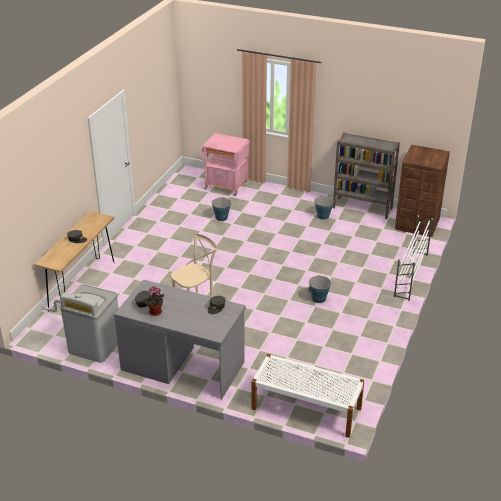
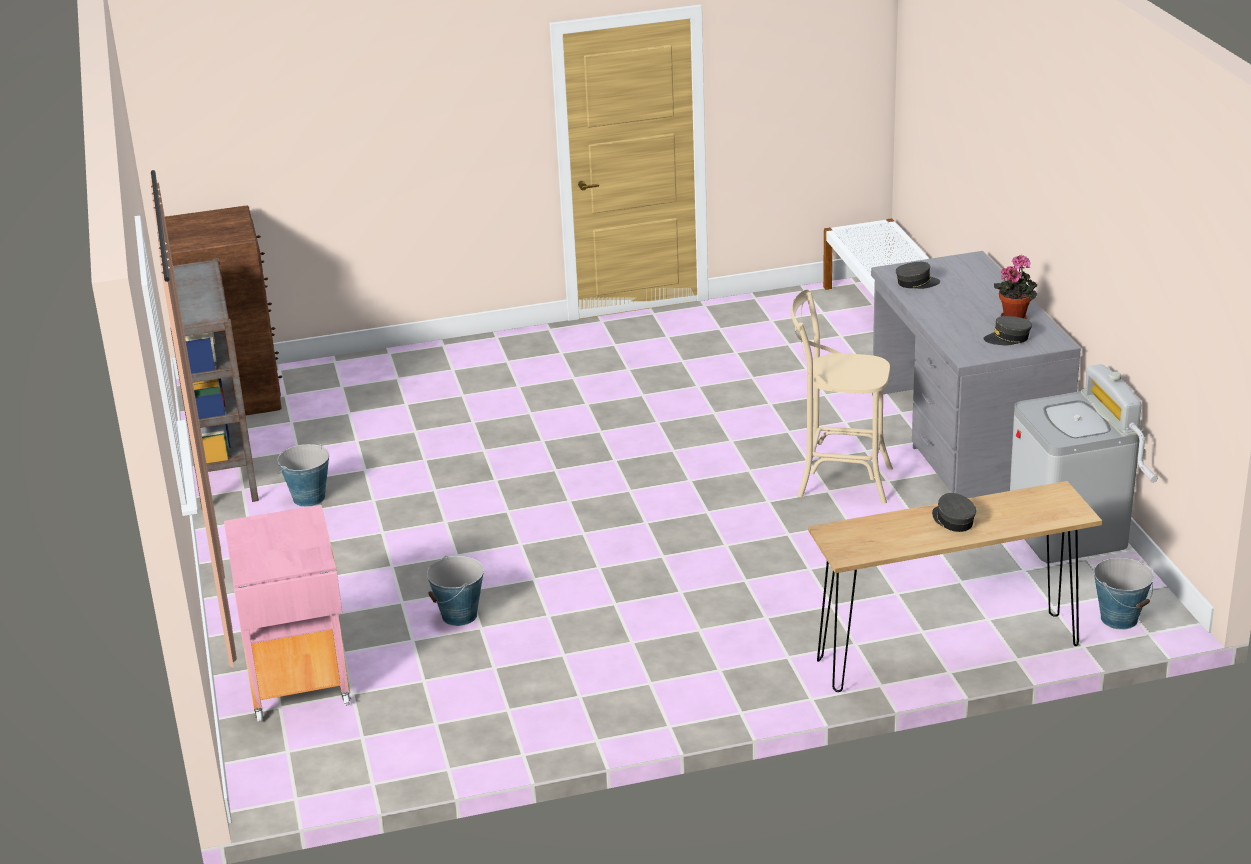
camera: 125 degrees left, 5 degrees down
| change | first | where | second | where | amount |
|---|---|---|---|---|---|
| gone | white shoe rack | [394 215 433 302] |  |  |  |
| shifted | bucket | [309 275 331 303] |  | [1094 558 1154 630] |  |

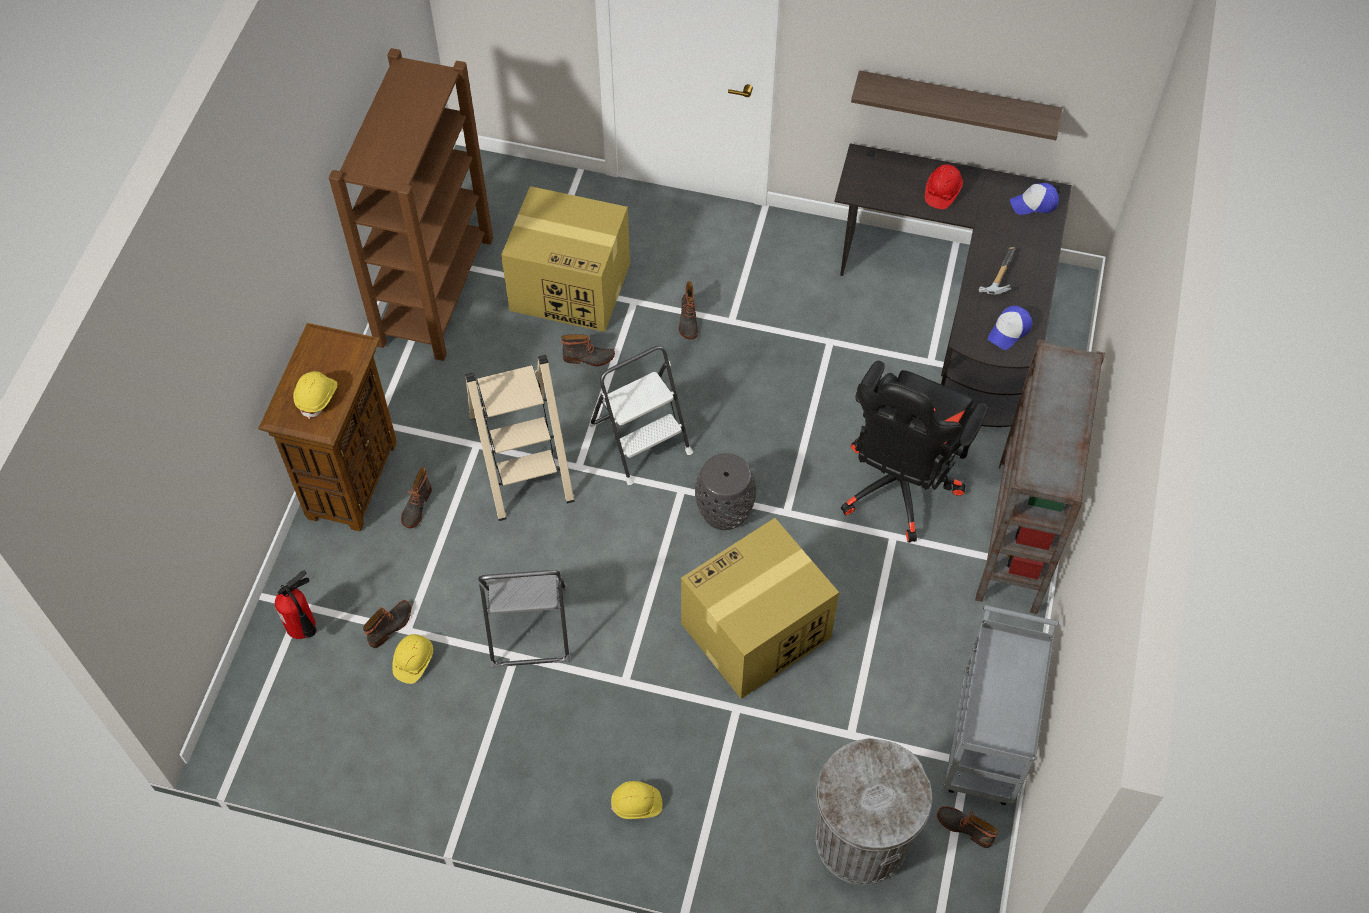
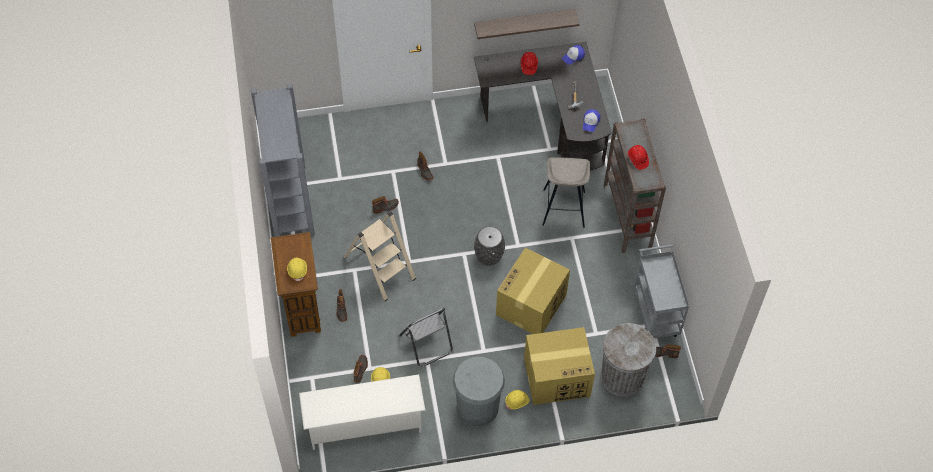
camera: 25 degrees left, 0 degrees up
| change | first | where | second | where | amount |
|---|---|---|---|---|---|
| gone | fire extinguisher | [275 570 317 639] |  |  |  |
| gone | white step ladder | [589 346 693 485] |  |  |  |
| new |  |  | white shoe rack | [299 374 425 450] |  |
| new |  |  | greyish waste bin | [453 357 505 426] |  |
| new |  |  | red hard hat | [628 145 649 170] |  |
| shifted | cardboard box | [501 186 630 332] |  | [524 327 595 405] |  |
| swapped | black office chair | [841 361 988 543] | greyish stool seat | [542 157 590 228] |  |
| repainted | brownish bookshelf | [329 48 493 361] | greyish bookshelf | [251 84 315 237] |  |

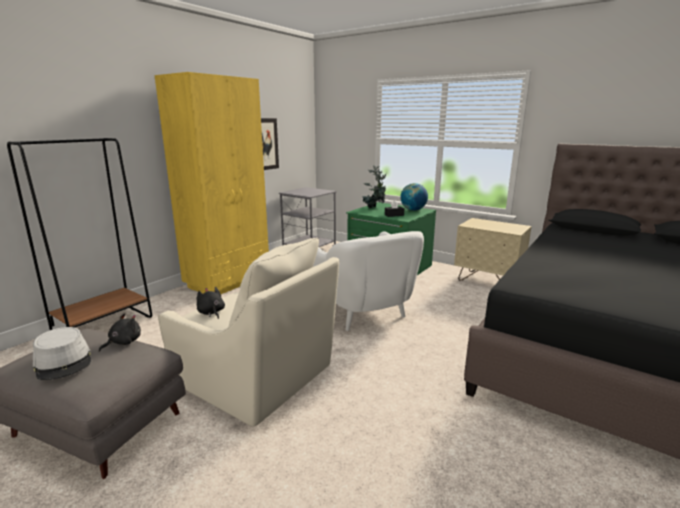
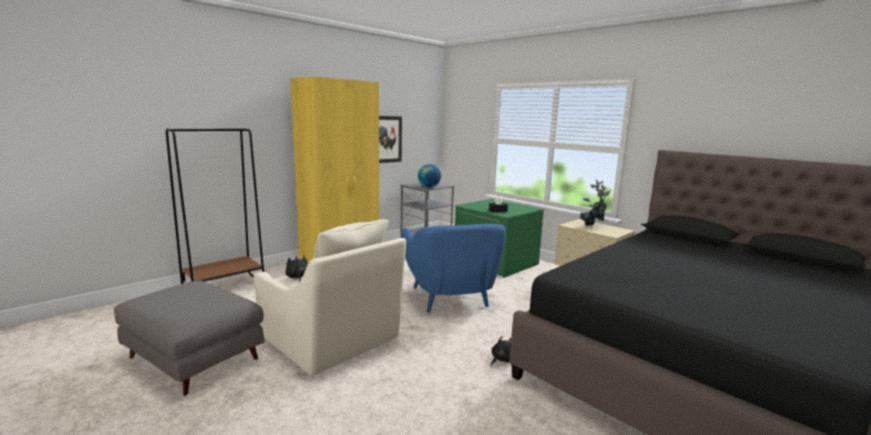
camera: 10 degrees right, 5 degrees down
| change | first | where | second | where | amount |
|---|---|---|---|---|---|
| gone | greyish clothing hat | [33 327 91 380] |  |  |  |
| shifted | black cuddly toy | [99 313 141 352] |  | [491 336 511 365] |  |
| shifted | plant in a pot | [362 165 387 208] |  | [580 180 611 226] |  |
| shifted | desk globe | [400 183 428 211] |  | [418 164 441 187] |  |
| repainted | white lounge chair | [313 231 424 331] | bluish lounge chair | [401 224 506 313] |  |

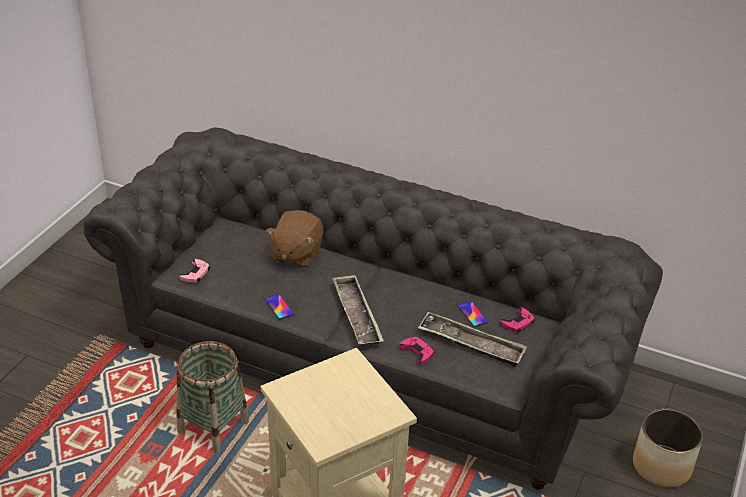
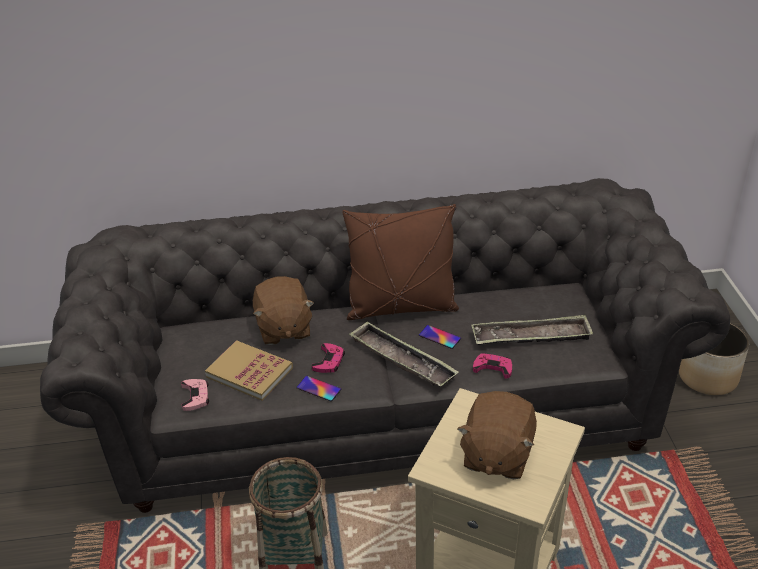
camera: 30 degrees left, 0 degrees up
| change | first | where | second | where | amount |
|---|---|---|---|---|---|
| new |  |  | book | [205 340 293 401] |  |
| new |  |  | brownish pillow | [342 204 459 320] |  |
| new |  |  | brownish cuddly toy | [457 391 537 479] |  |
| shifted | telephone | [457 301 488 327] |  | [419 325 461 349] |  |
| shifted | pinkish joypad | [500 307 535 333] |  | [312 343 345 373] |  |

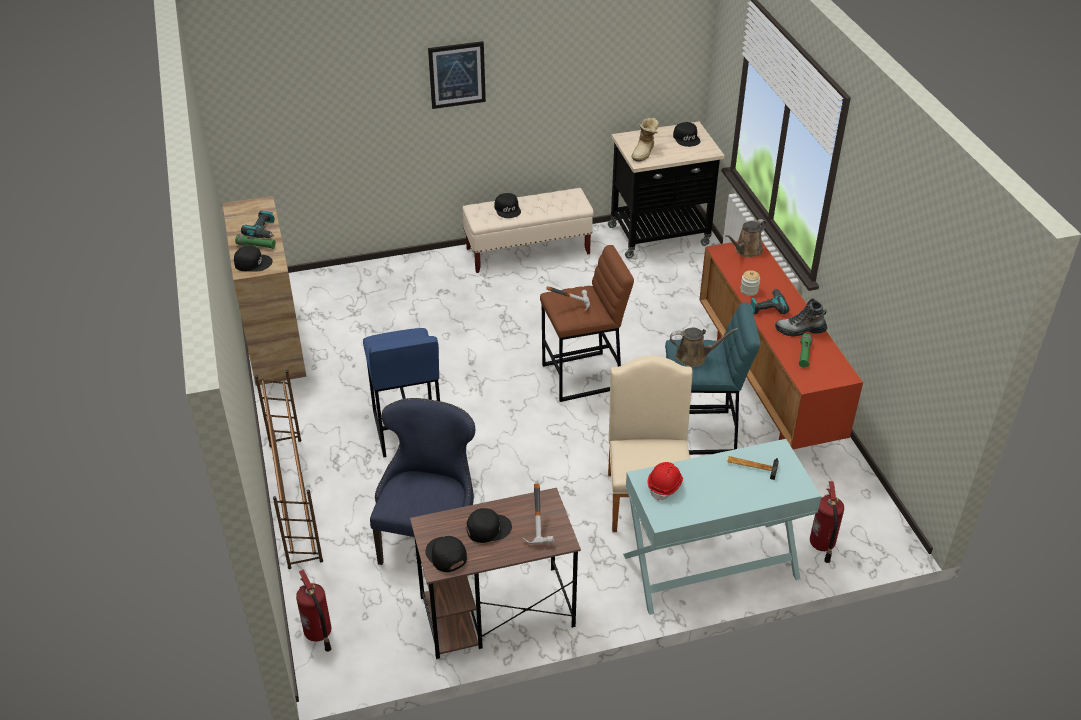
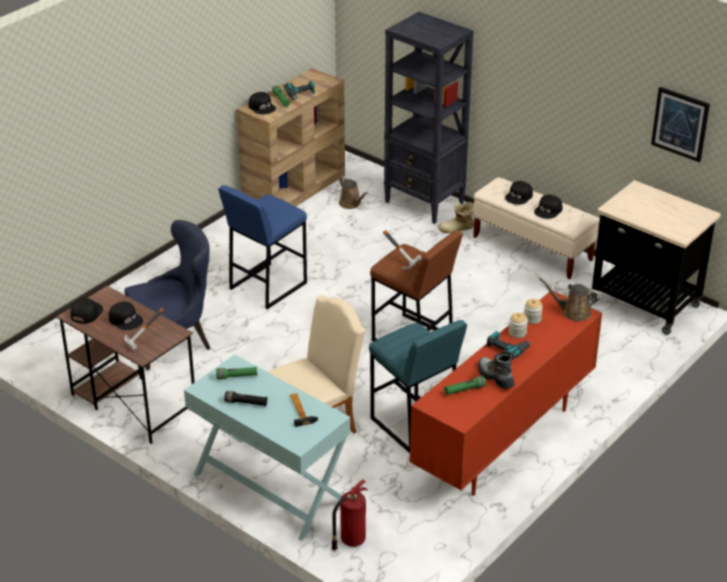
camera: 55 degrees right, 5 degrees down
| change | first | where | second | where | amount |
|---|---|---|---|---|---|
| gone | brownish shoe rack | [255 370 323 569] |  |  |  |
| gone | fire extinguisher | [296 569 332 652] |  |  |  |
| new |  |  | black torch | [224 391 268 406] |  |
| new |  |  | black bookshelf | [384 12 474 224] |  |
| new |  |  | preserve jar | [524 299 543 324] |  |
| shifted | wall picture | [428 41 486 109] |  | [651 87 710 162] |  |
| shifted | tall boot | [632 118 659 162] |  | [438 202 474 233] |  |
| shifted | brownish sprinkling can | [670 328 738 367] |  | [339 177 368 209] |  |
| shifted | black cap | [673 122 700 147] |  | [534 195 563 219] |  |
| swapped | red hard hat | [648 462 683 501] | greenish torch | [216 366 257 380] |  |

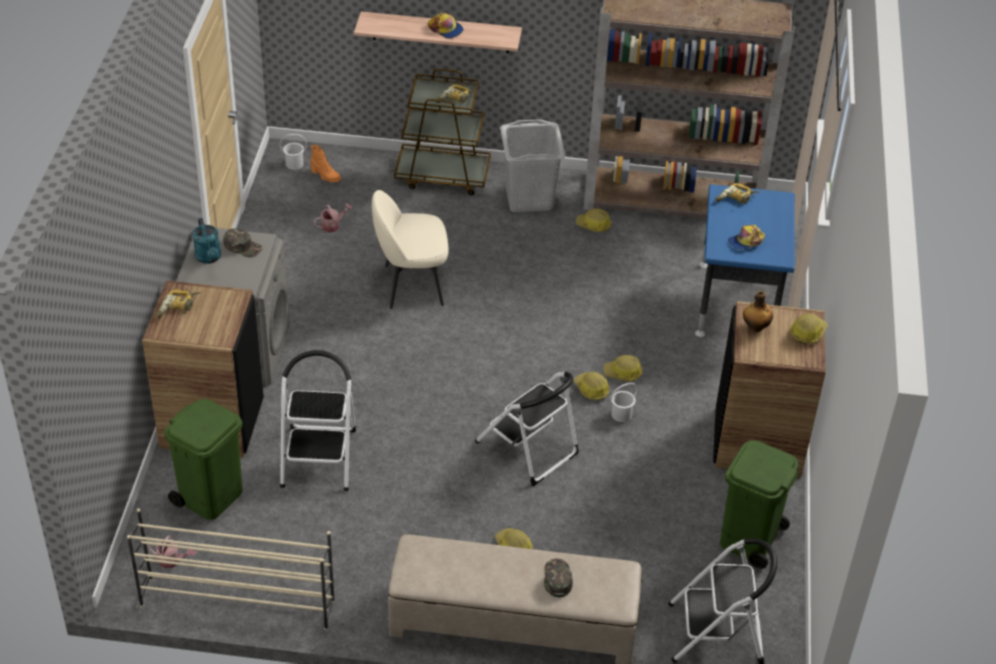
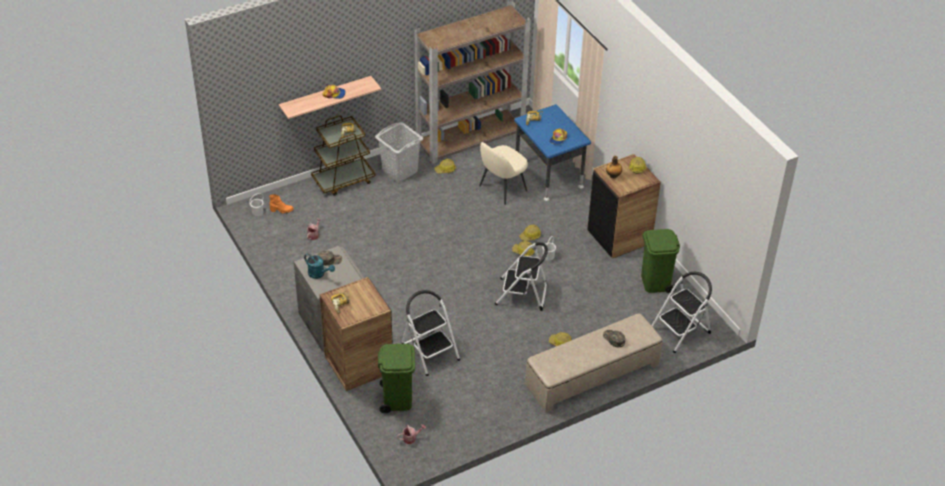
camera: 35 degrees left, 0 degrees up
| change | first | where | second | where | amount |
|---|---|---|---|---|---|
| gone | beige shoe rack | [127 508 335 630] |  |  |  |
| shifted | beige plain chair | [372 190 449 309] |  | [479 142 528 205] |  |

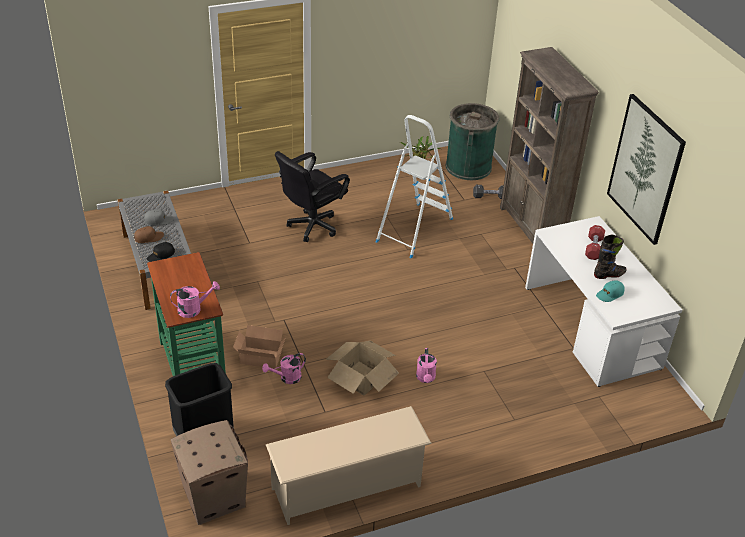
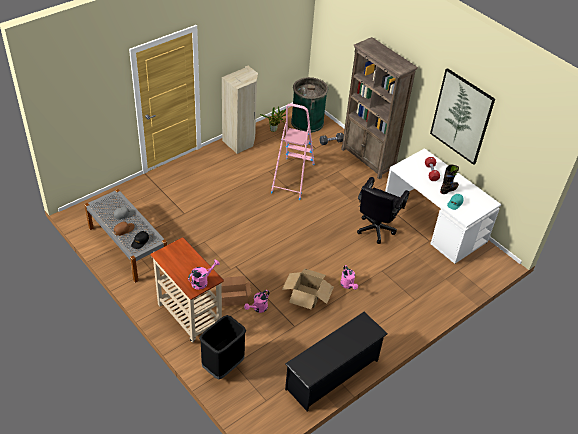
camera: 20 degrees left, 5 degrees up
| change | first | where | second | where | amount |
|---|---|---|---|---|---|
| gone | cardboard box | [170 420 248 525] |  |  |  |
| new |  |  | beige storage cabinet | [222 66 258 154] |  |
| shifted | black office chair | [275 151 350 242] |  | [357 177 409 244] |  |
| repainted | greenish cart | [147 252 226 376] | beige cart | [151 237 224 343] |  |
| repainted | beige shoe rack | [266 406 432 525] | black shoe rack | [285 312 388 411] |  |
| repainted | white step ladder | [376 115 453 258] | pinkish step ladder | [271 104 314 200] |  |

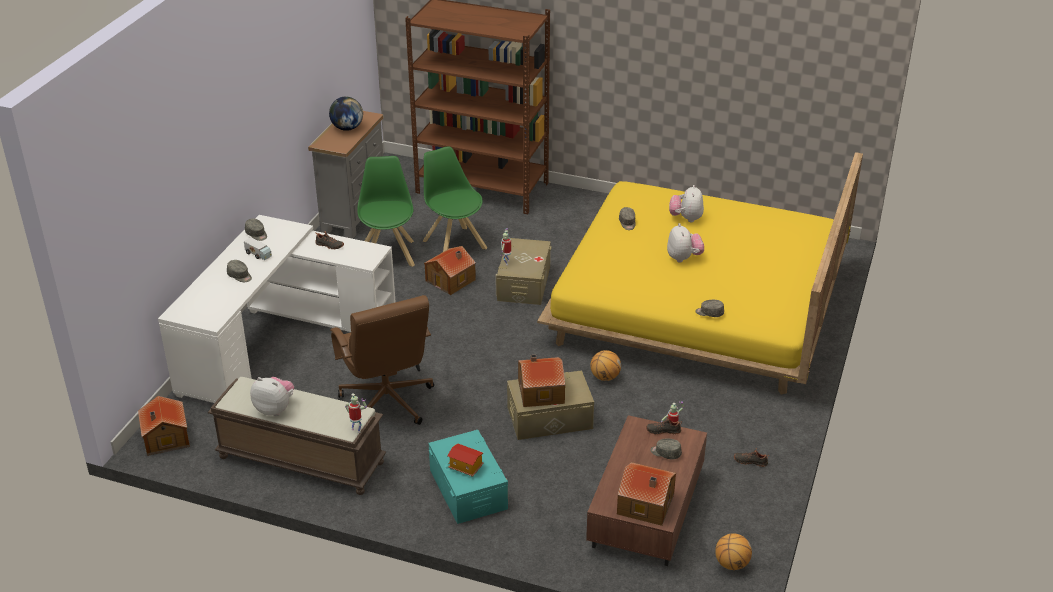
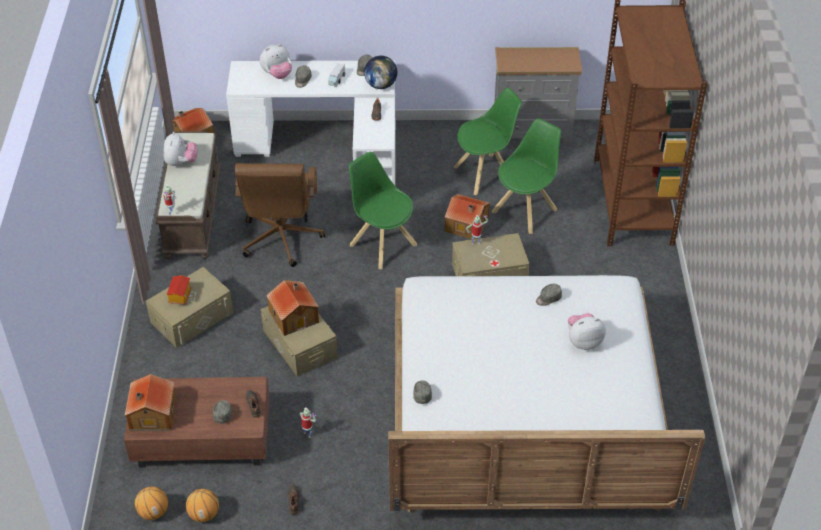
camera: 70 degrees right, 10 degrees up
| change | first | where | second | where | amount |
|---|---|---|---|---|---|
| new |  |  | greenish plain chair | [349 152 417 269] |  |
| shifted | desk globe | [329 97 363 131] |  | [364 56 397 89] |  |
| shifted | basketball | [590 350 621 381] |  | [186 489 219 522] |  |
| shifted | cuddly toy | [667 223 704 263] |  | [260 44 292 79] |  |
| repainted | turquoise-coloured storage container | [429 430 508 524] | beige storage container | [146 267 233 348] |  |
| repainted | yellow-coloured bedroom bed | [537 152 863 395] | white bedroom bed | [388 275 705 513] |  |
| rotated | brownish office chair | [330 295 434 425] |  | [235 163 325 267] | 45 degrees counterclockwise |

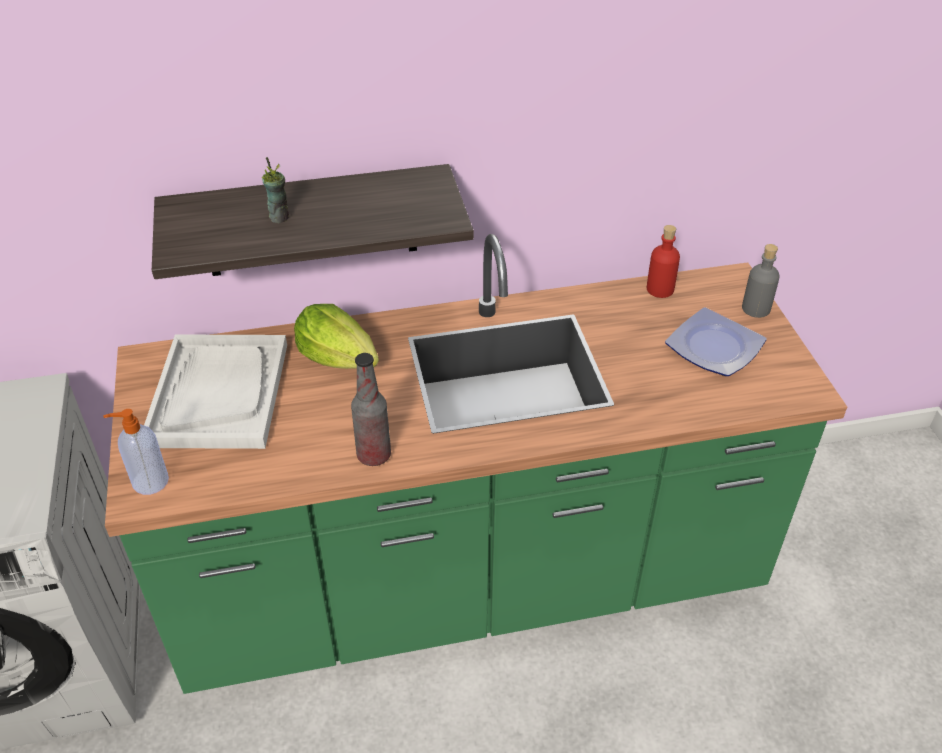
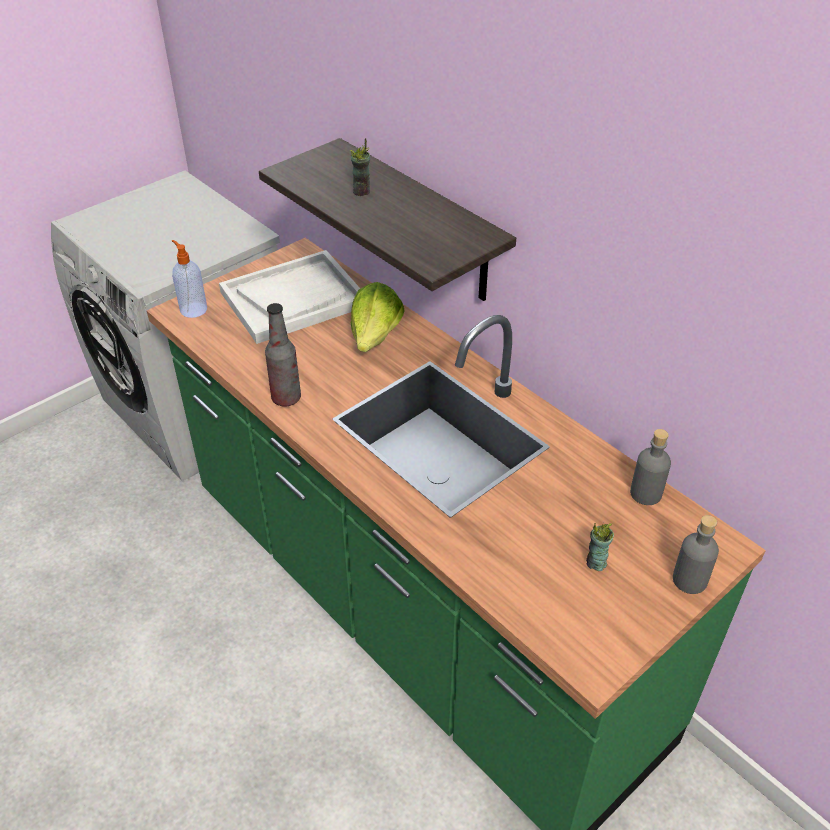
camera: 60 degrees right, 0 degrees up
| change | first | where | second | where | amount |
|---|---|---|---|---|---|
| swapped | dinner plate | [665 307 767 376] | small cup | [586 523 614 571] |  |
| repainted | red drink bottle | [647 225 680 298] | greyish drink bottle | [630 429 671 505] |  |

